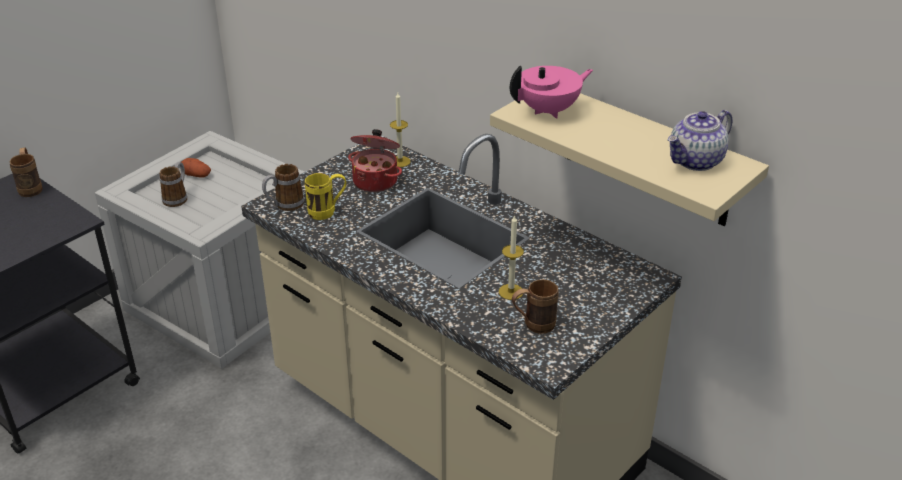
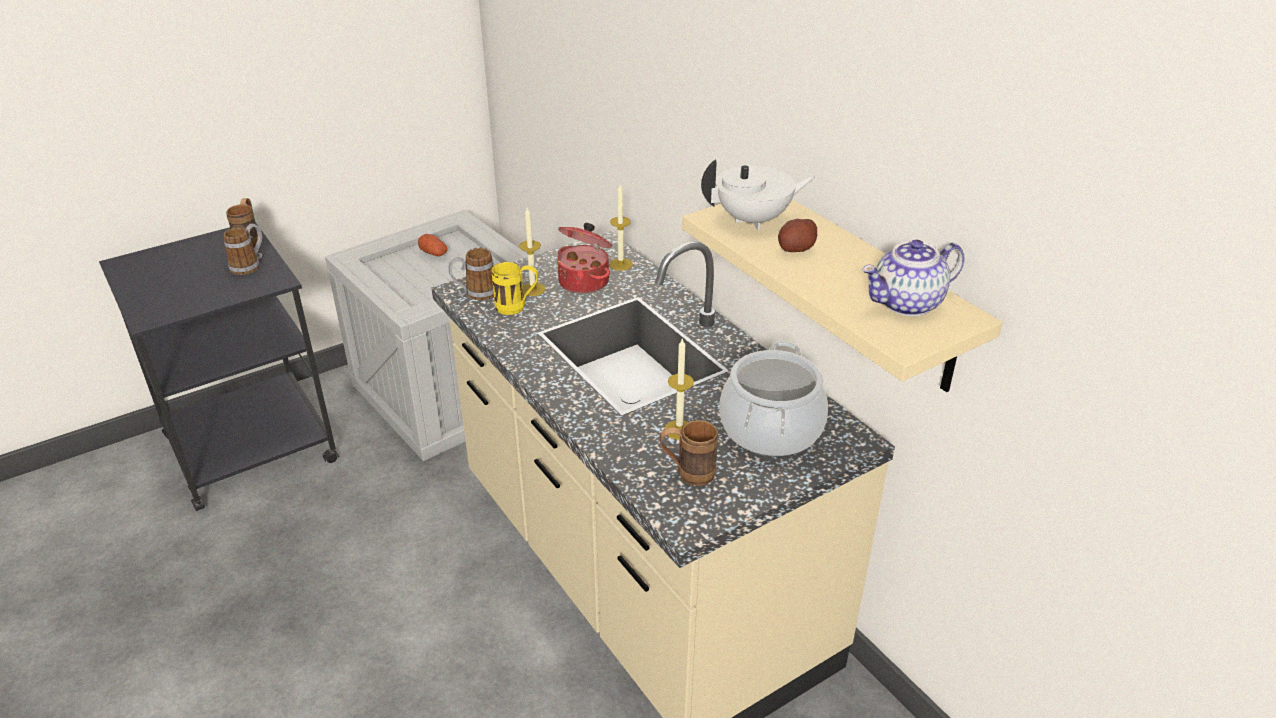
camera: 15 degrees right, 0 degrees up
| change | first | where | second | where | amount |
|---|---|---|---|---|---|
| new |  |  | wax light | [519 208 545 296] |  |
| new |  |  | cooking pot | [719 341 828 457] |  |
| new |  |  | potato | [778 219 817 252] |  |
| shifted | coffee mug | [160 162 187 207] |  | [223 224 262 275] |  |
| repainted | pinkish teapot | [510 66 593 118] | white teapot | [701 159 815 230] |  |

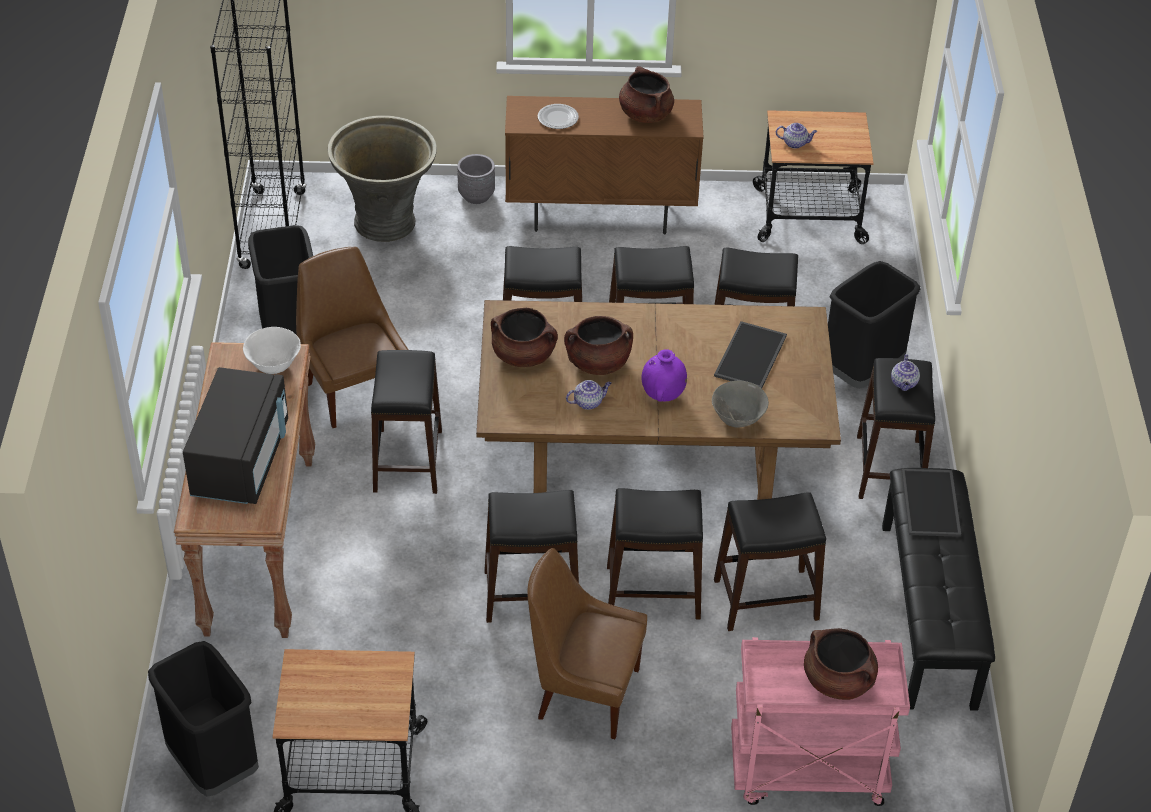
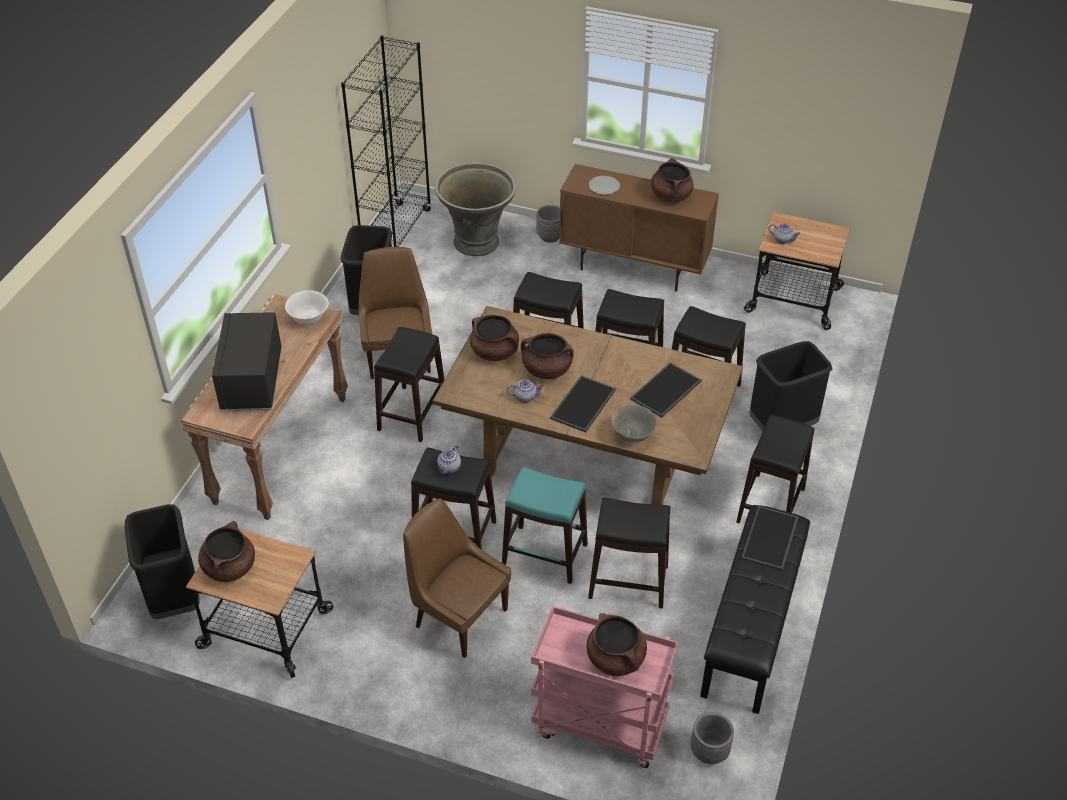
camera: 20 degrees right, 0 degrees up
| change | first | where | second | where | amount |
|---|---|---|---|---|---|
| new |  |  | brownish cooking pot | [198 521 255 582] |  |
| new |  |  | greyish planter | [691 712 734 764] |  |
| shifted | teapot | [891 354 920 391] |  | [437 445 461 474] |  |
| swapped | purple-coloured flower vase | [641 349 687 402] | tray | [550 375 616 432] |  |
| repainted | black stool seat | [607 488 703 619] | turquoise-coloured stool seat | [502 467 588 584] |  |
| rotated | black kitchen microwave | [183 367 288 504] |  | [212 312 281 411] | 150 degrees clockwise |

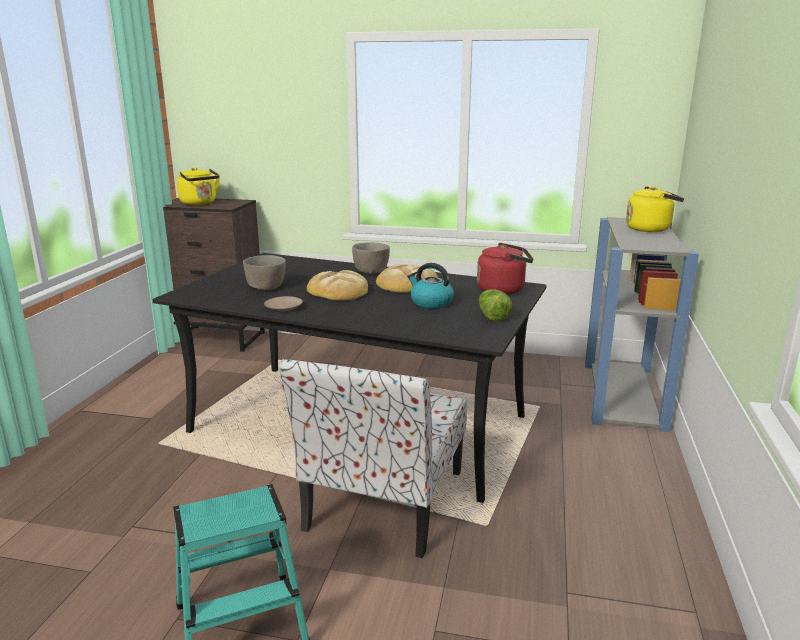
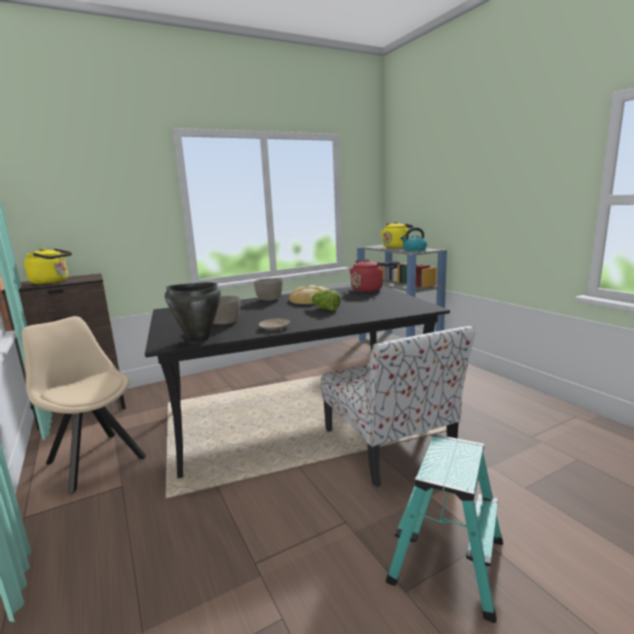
camera: 40 degrees left, 5 degrees down
| change | first | where | second | where | amount |
|---|---|---|---|---|---|
| gone | bakery bread | [307 270 368 301] |  |  |  |
| new |  |  | beige plain chair | [22 316 146 494] |  |
| new |  |  | black cooking pot | [165 282 221 343] |  |
| shifted | tea kettle | [407 263 454 309] |  | [400 228 427 251] |  |
| shifted | lettuce | [479 289 512 322] |  | [309 290 341 311] |  |

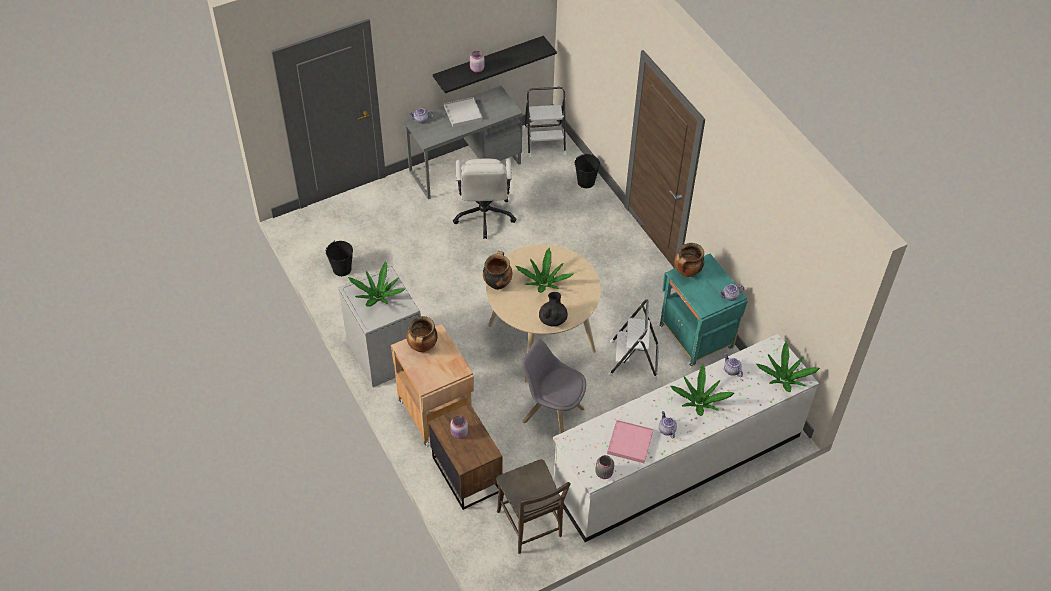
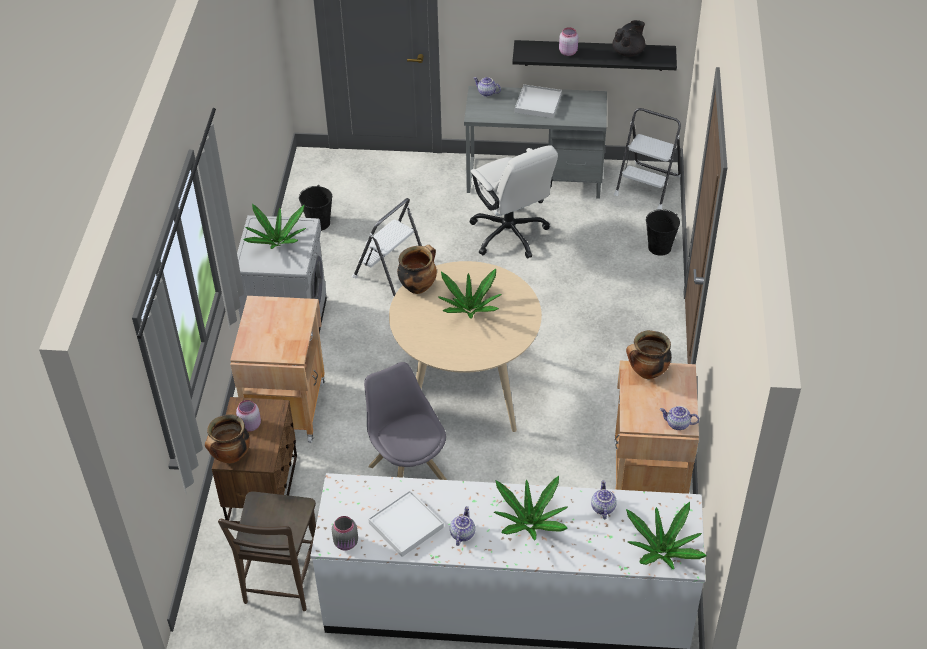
camera: 35 degrees right, 5 degrees down
| change | first | where | second | where | amount |
|---|---|---|---|---|---|
| shifted | cooking pot | [407 316 438 352] |  | [205 414 250 464] |  |
| shifted | black teapot | [539 292 568 327] |  | [612 20 645 57] |  |
| shifted | white step ladder | [608 299 659 379] |  | [351 198 422 297] |  |
| repainted | pinkish tray | [607 420 653 463] | white tray | [368 490 444 557] |  |
| repainted | turquoise-coloured cart | [658 254 748 368] | brownish cart | [614 361 699 494] |  |
| rotated | white office chair | [453 159 516 239] |  | [469 145 558 259] | 60 degrees counterclockwise |

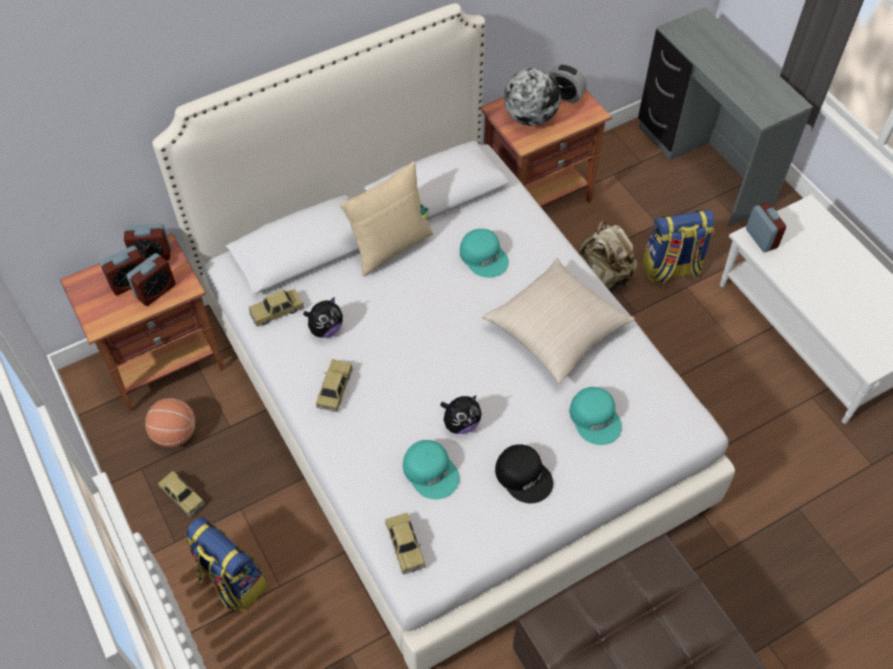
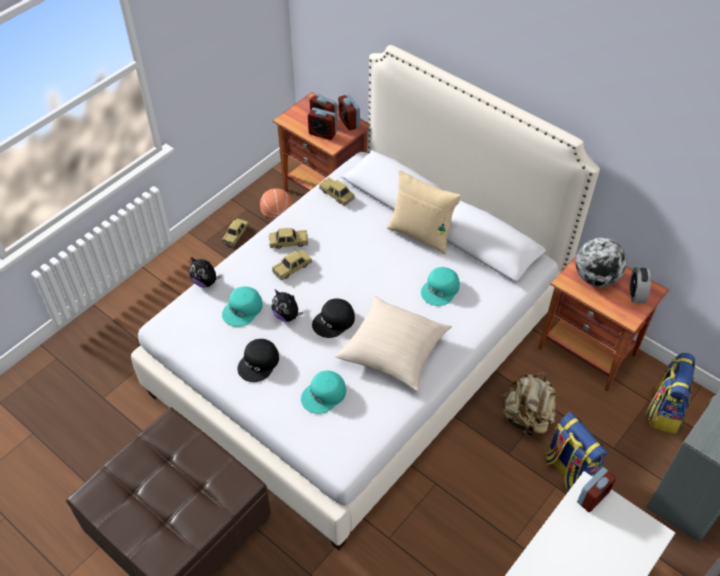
camera: 70 degrees right, 5 degrees down
| change | first | where | second | where | amount |
|---|---|---|---|---|---|
| new |  |  | black cap | [312 299 355 338] |  |
| shifted | knapsack | [186 517 268 611] |  | [646 353 695 434] |  |
| shifted | cuddly toy | [303 297 343 338] |  | [189 257 221 287] |  |
| shifted | miniature car | [385 513 425 574] |  | [272 250 312 280] |  |

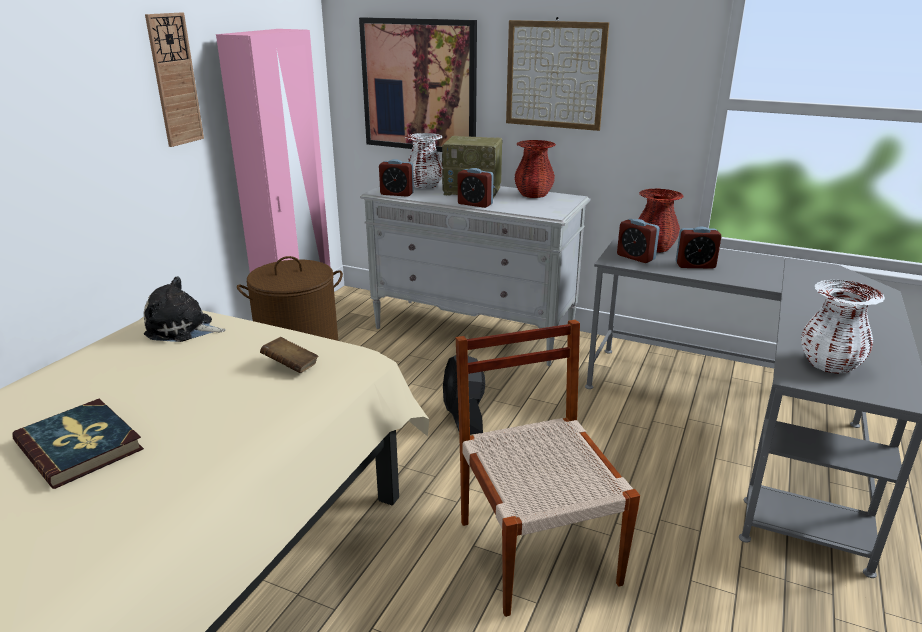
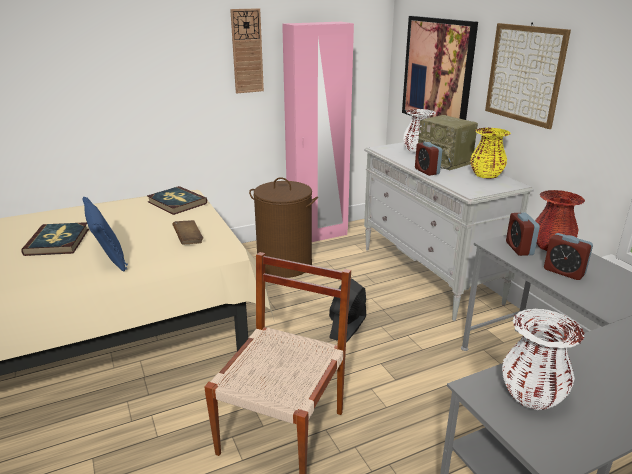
camera: 40 degrees right, 0 degrees up
| change | first | where | second | where | amount |
|---|---|---|---|---|---|
| gone | alarm clock | [379 159 414 197] |  |  |  |
| new |  |  | bluish pillow | [83 197 127 272] |  |
| swapped | cuddly toy | [144 276 226 342] | book | [147 186 207 215] |  |
| repainted | red flower vase | [514 140 556 198] | yellow-coloured flower vase | [470 128 511 179] |  |

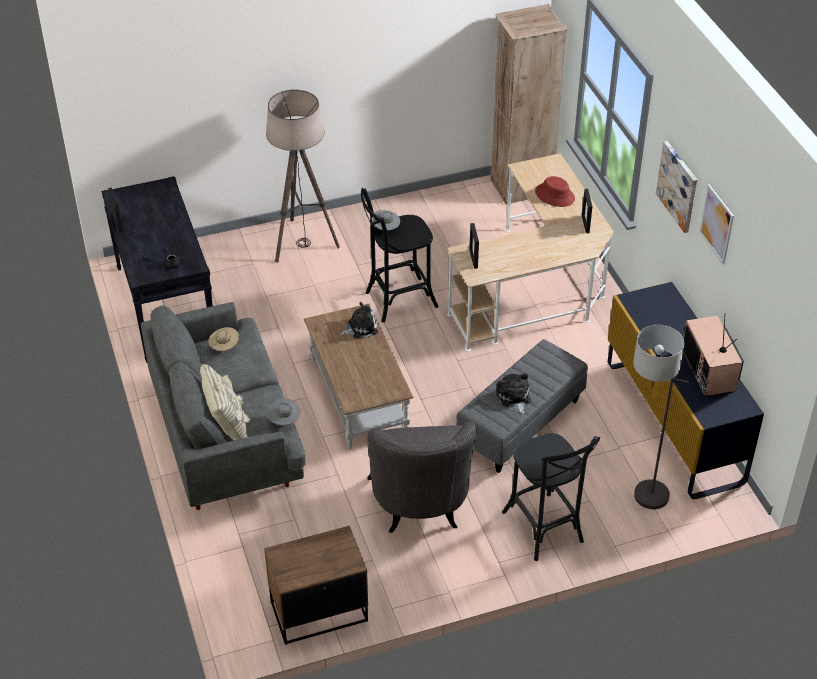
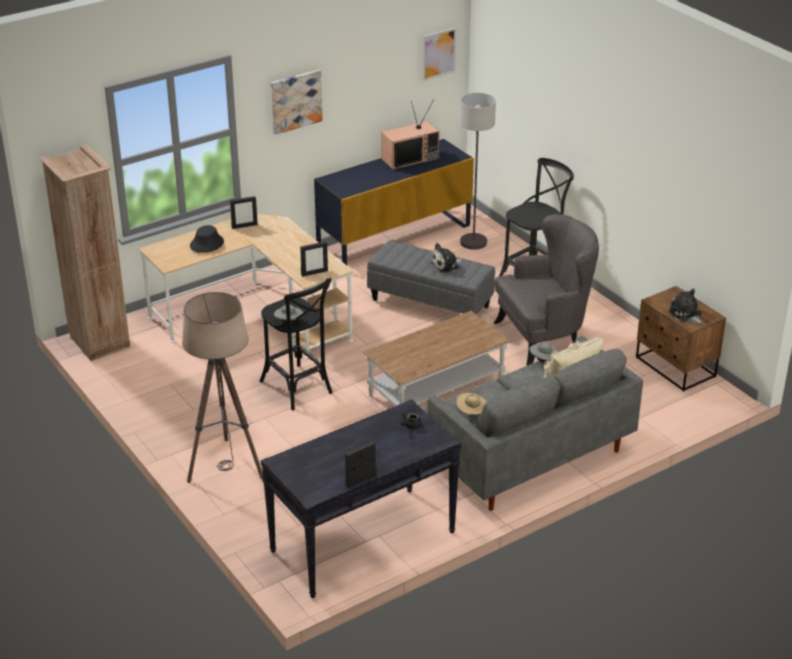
camera: 105 degrees left, 10 degrees down
| change | first | where | second | where | amount |
|---|---|---|---|---|---|
| shifted | cuddly toy | [340 302 378 338] |  | [668 289 703 324] |  |
| shifted | wall picture | [699 184 734 264] |  | [422 28 456 81] |  |
| repainted | red clothing hat | [535 176 575 207] | black clothing hat | [190 225 224 253] |  |

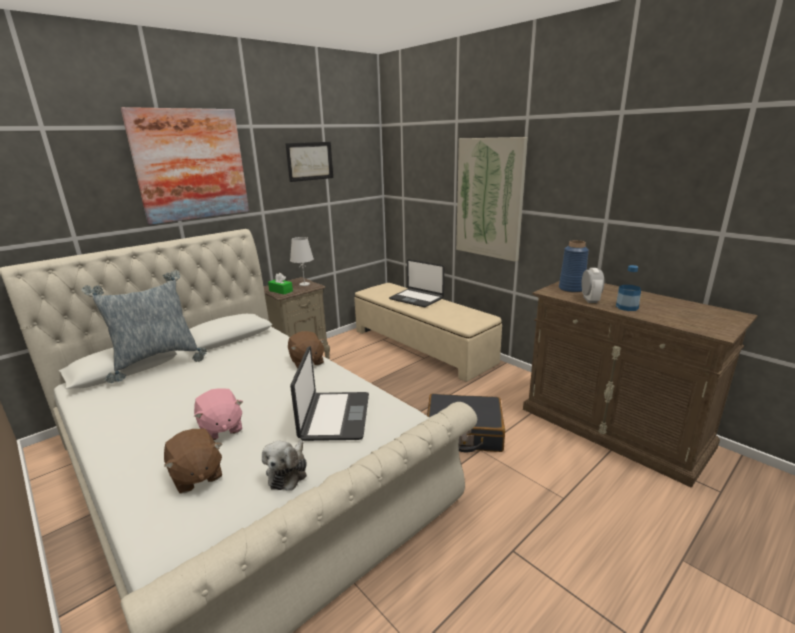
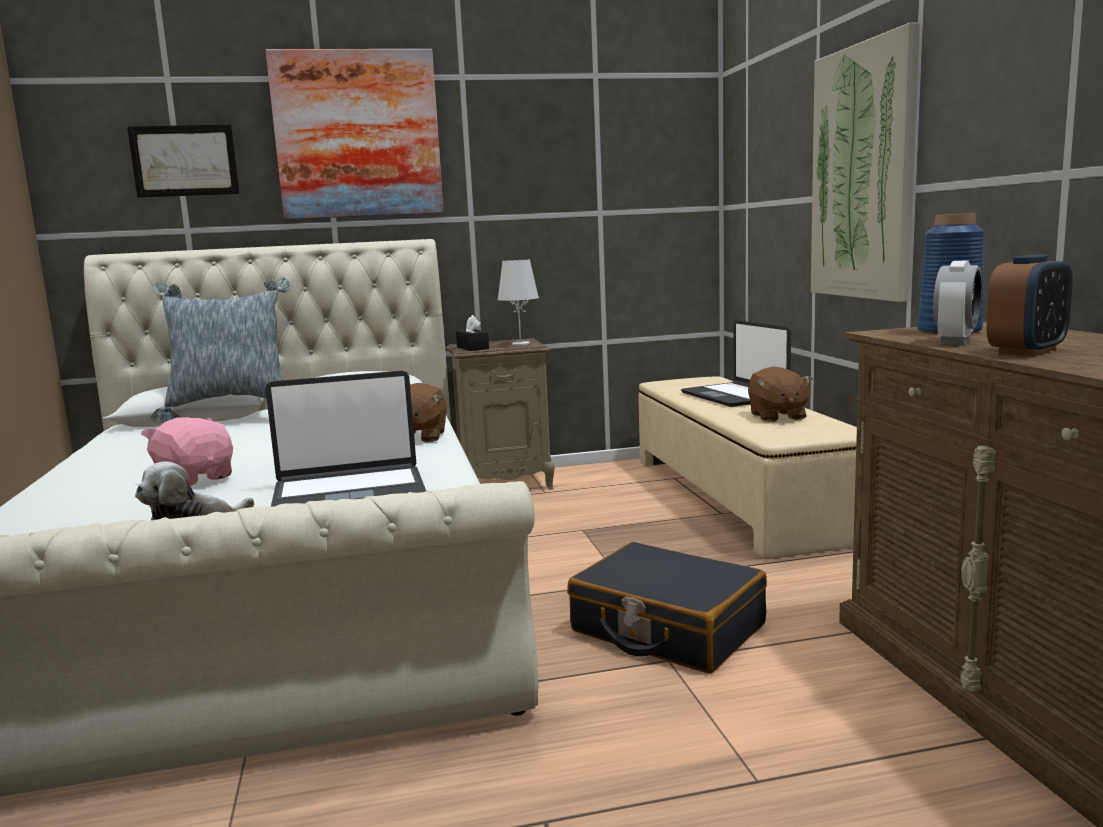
camera: 30 degrees right, 10 degrees down
| change | first | where | second | where | amount |
|---|---|---|---|---|---|
| shifted | brownish cuddly toy | [164 428 222 494] |  | [748 367 813 422] |  |
| shifted | wall picture | [285 142 333 182] |  | [127 124 240 198] |  |
| swapped | drink bottle | [616 265 641 311] | alarm clock | [987 255 1073 356] |  |
| repainted | greenish tissue holder | [268 273 293 295] | black tissue holder | [456 315 489 351] |  |
| rotated | pinkish cuddly toy | [194 388 243 440] |  | [141 417 233 486] | 135 degrees clockwise |
| rotated | portable computer | [290 346 369 441] |  | [266 371 426 507] | 45 degrees clockwise |

